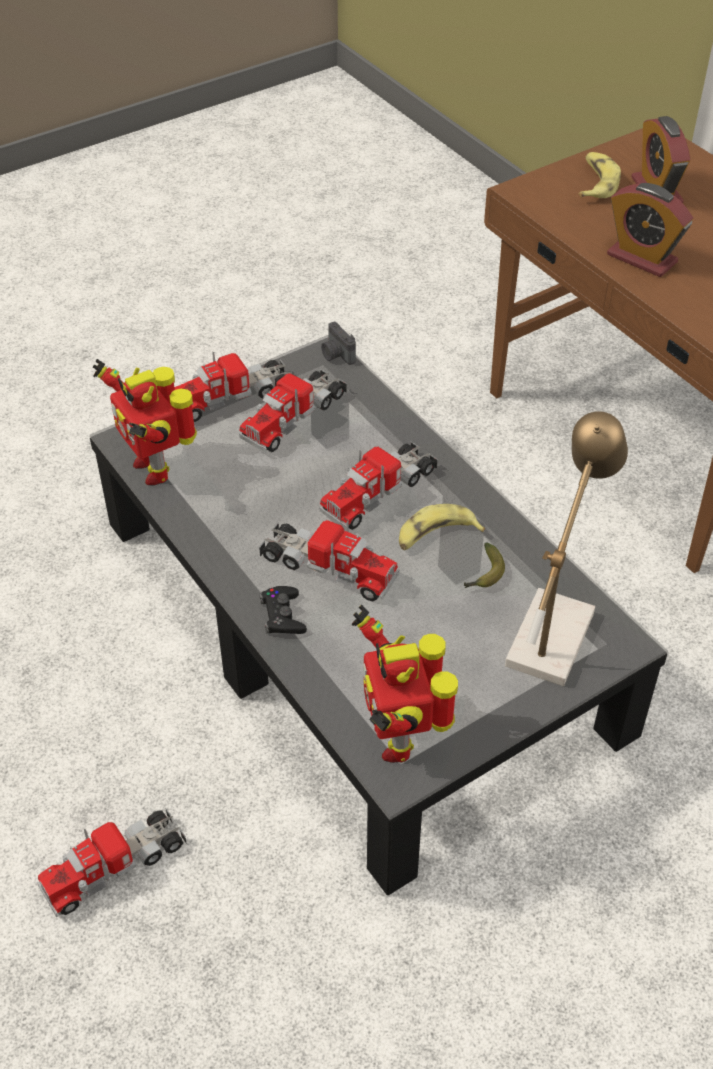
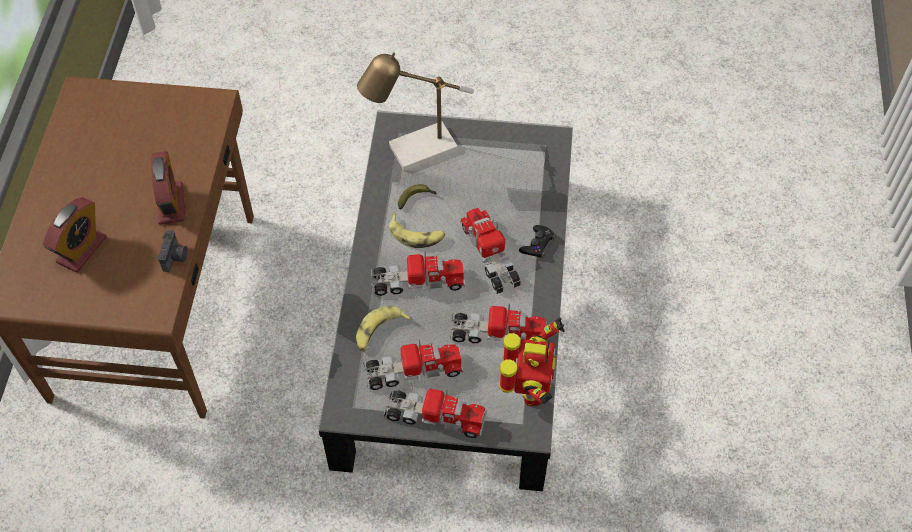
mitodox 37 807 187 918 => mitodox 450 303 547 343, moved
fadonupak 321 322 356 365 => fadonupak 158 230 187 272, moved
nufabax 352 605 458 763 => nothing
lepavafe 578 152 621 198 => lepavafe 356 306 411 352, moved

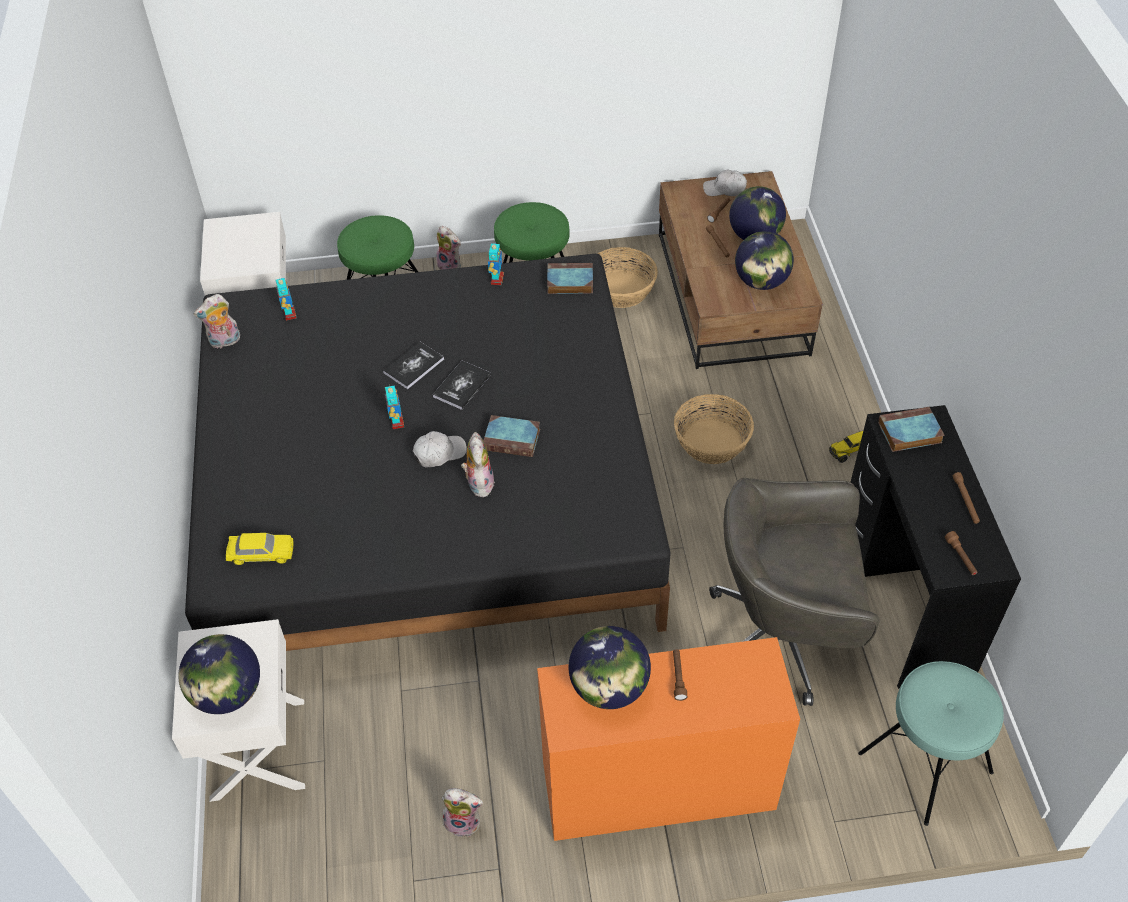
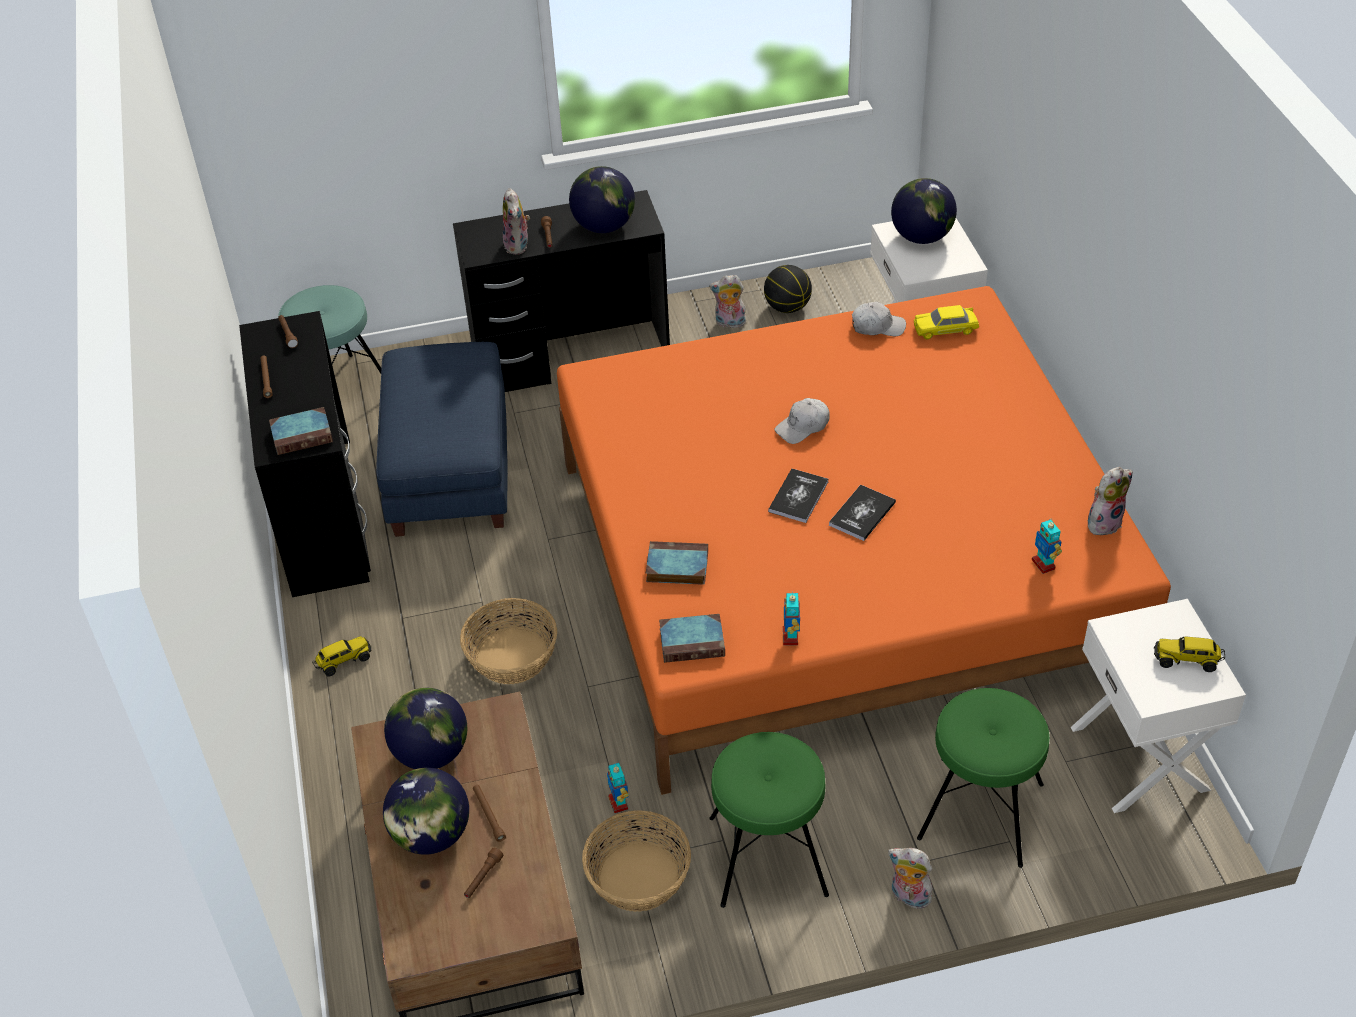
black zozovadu 185 254 671 651 => orange zozovadu 557 286 1171 795
nufabax 385 385 404 429 => nufabax 607 763 629 813, moved
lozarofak 461 432 495 497 => lozarofak 503 188 530 255, moved
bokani 483 415 540 457 => bokani 646 541 708 585, moved
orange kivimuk 537 637 800 841 => black kivimuk 453 190 670 392
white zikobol 703 169 747 196 => white zikobol 852 302 906 336, moved
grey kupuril 709 478 880 706 => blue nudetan 376 342 508 537
nothing => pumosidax 764 265 812 313
nothing => mitodox 1154 637 1225 672

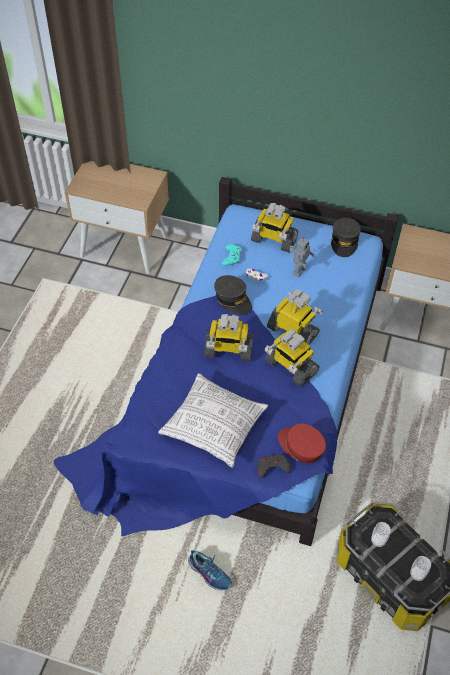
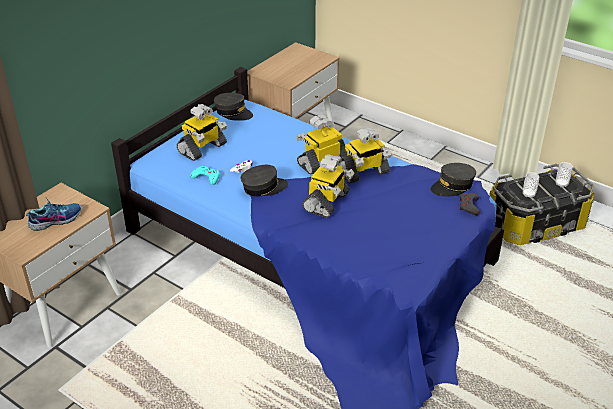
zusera 158 373 268 468 => nothing
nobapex 188 550 232 590 => nobapex 26 198 81 231, moved
red zikobol 278 423 326 463 => grey zikobol 431 163 476 196
nufabax 290 237 316 277 => nothing

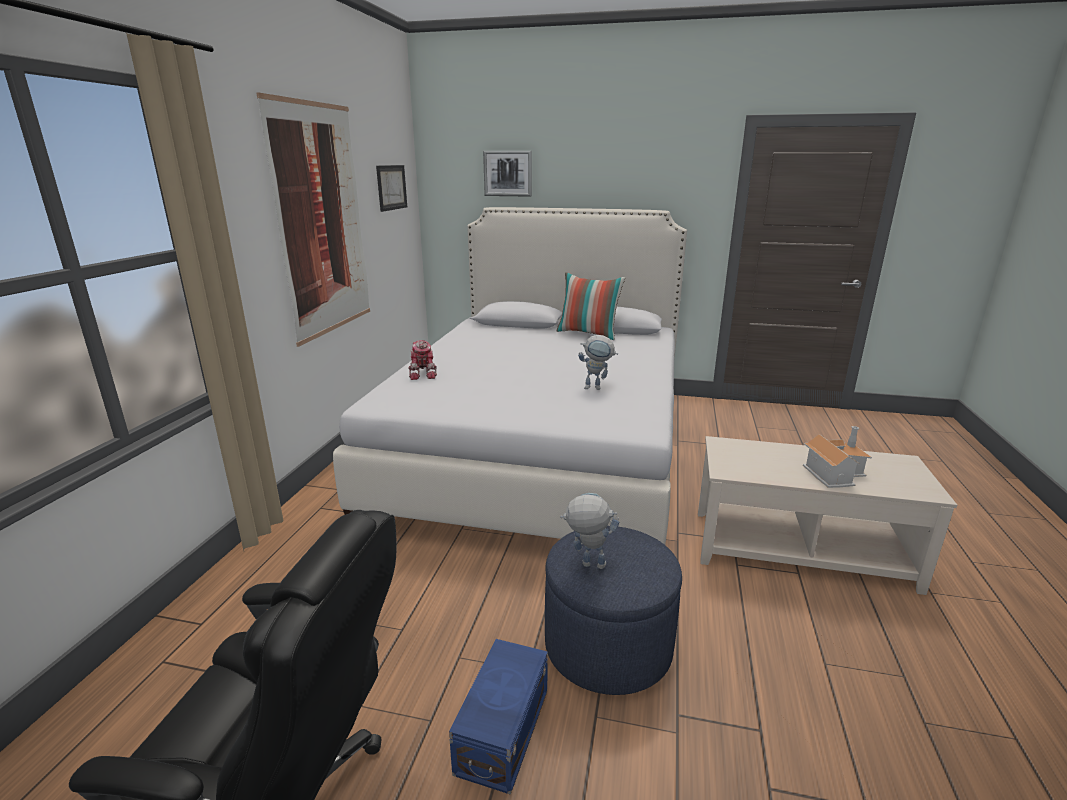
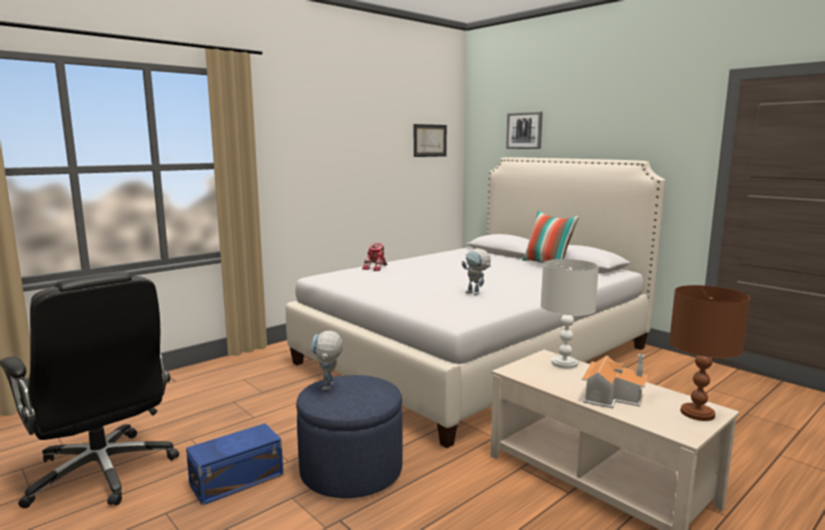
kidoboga 256 92 370 347 => nothing
nufabax 560 493 619 569 => nufabax 311 331 343 391, 135 degrees counterclockwise
nothing => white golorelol 541 259 599 369
nothing => brown golorelol 669 285 750 421

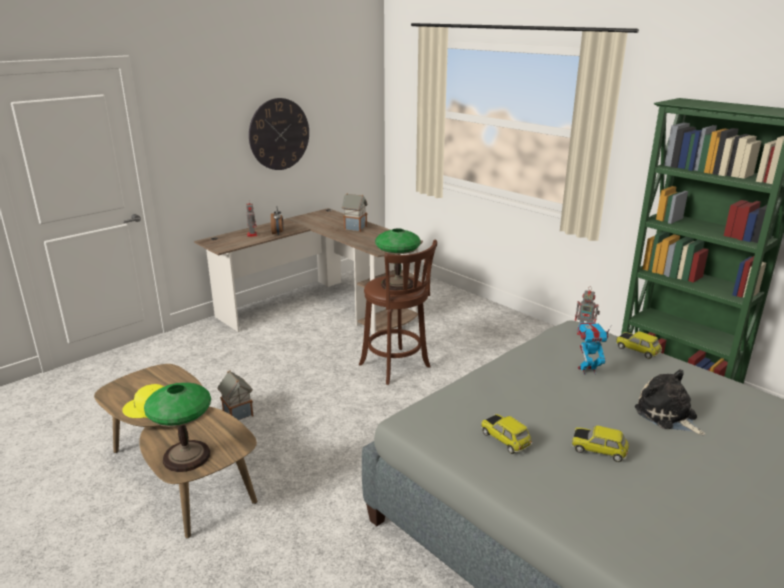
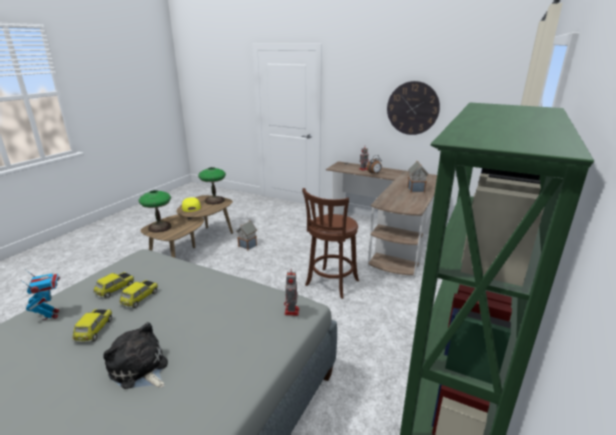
golorelol 375 228 421 290 => golorelol 198 167 226 205, moved
nufabax 577 322 612 375 => nufabax 21 269 60 320, moved
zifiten 616 331 662 359 => zifiten 119 280 158 308, moved
lozarofak 635 369 705 435 => lozarofak 103 322 168 389, 90 degrees counterclockwise

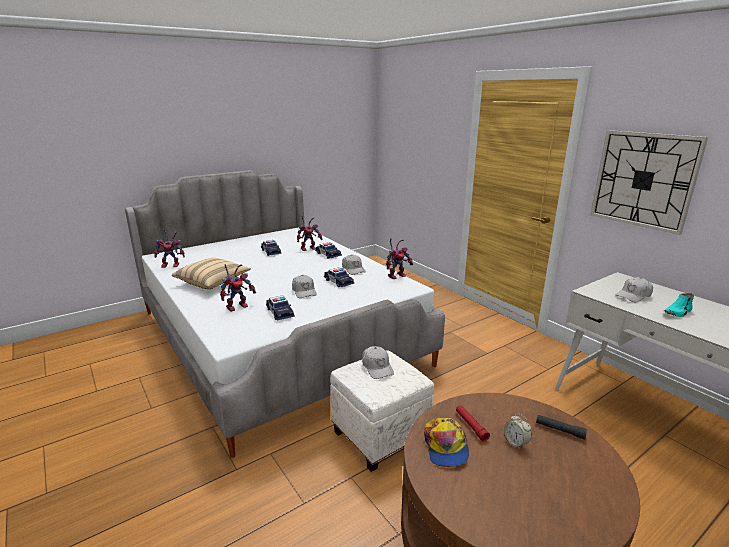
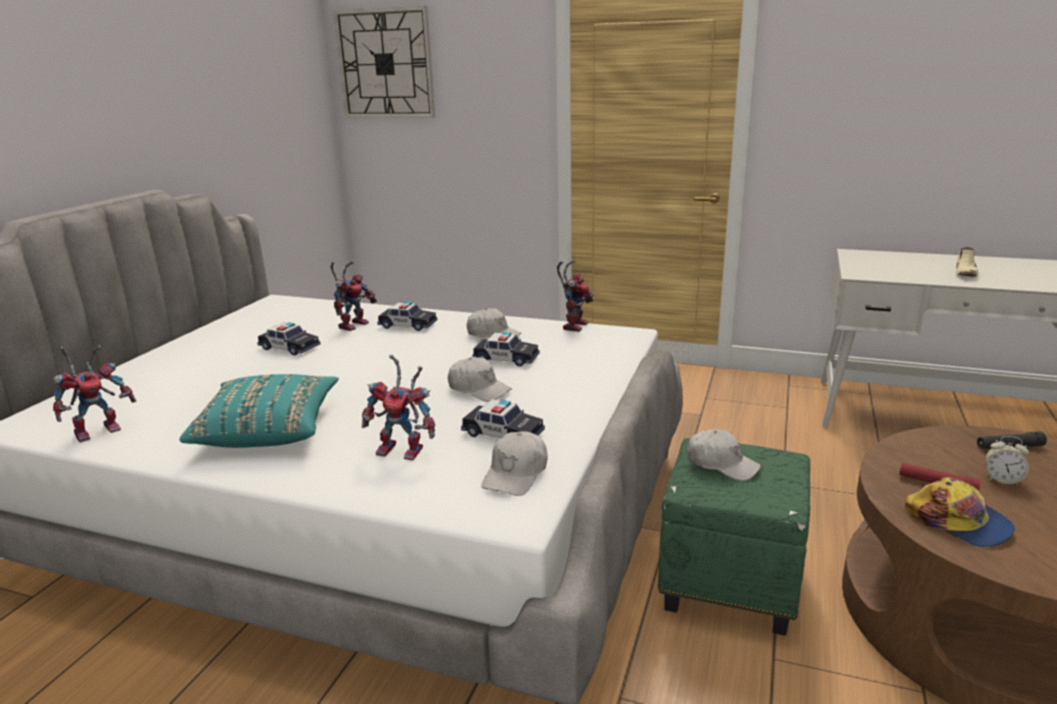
beige zusera 172 258 251 289 => turquoise zusera 179 374 339 448
nufabax 220 264 256 312 => nufabax 362 355 435 461, 90 degrees clockwise
white nudetan 330 350 434 472 => green nudetan 658 438 810 636
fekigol 590 130 708 235 => fekigol 333 6 435 118, moved
white zikobol 616 277 653 302 => white zikobol 481 431 548 496, moved
turquoise nobapex 664 293 694 317 => beige nobapex 956 247 978 277

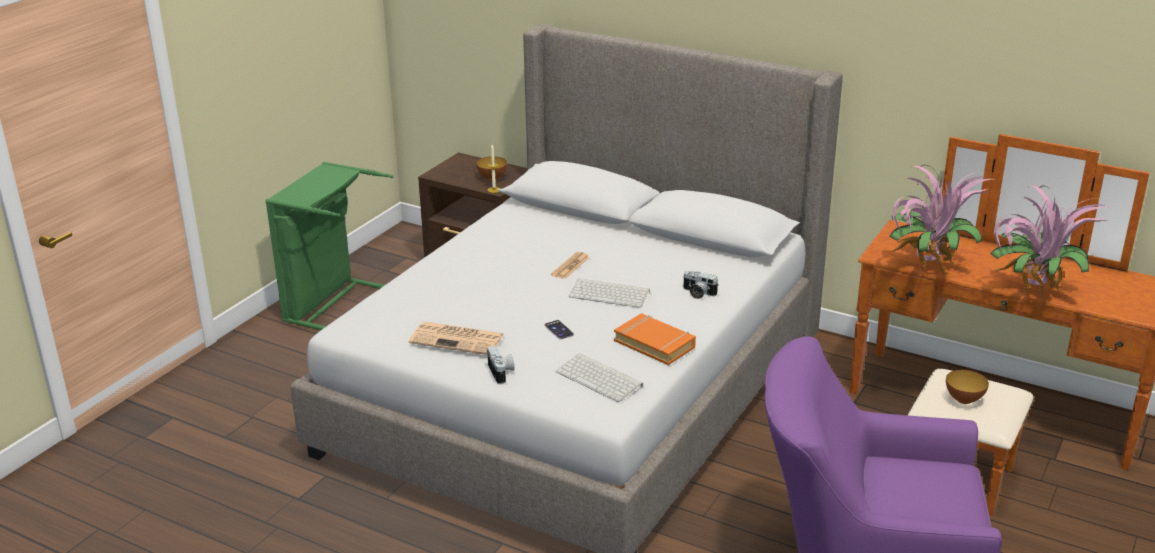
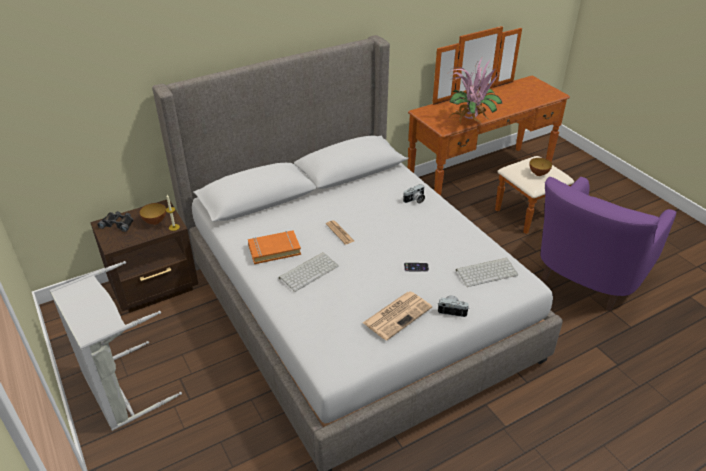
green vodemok 265 162 394 330 => grey vodemok 50 261 182 431
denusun 569 278 650 308 => denusun 279 252 339 292, moved
orange bokani 614 313 696 365 => orange bokani 248 230 301 264, moved
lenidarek 990 185 1111 302 => nothing
nothing => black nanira 97 211 134 232

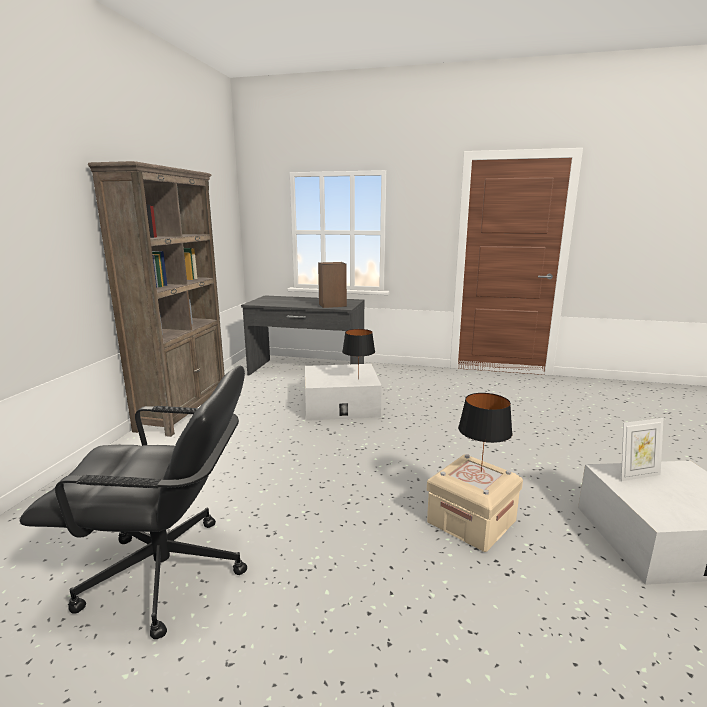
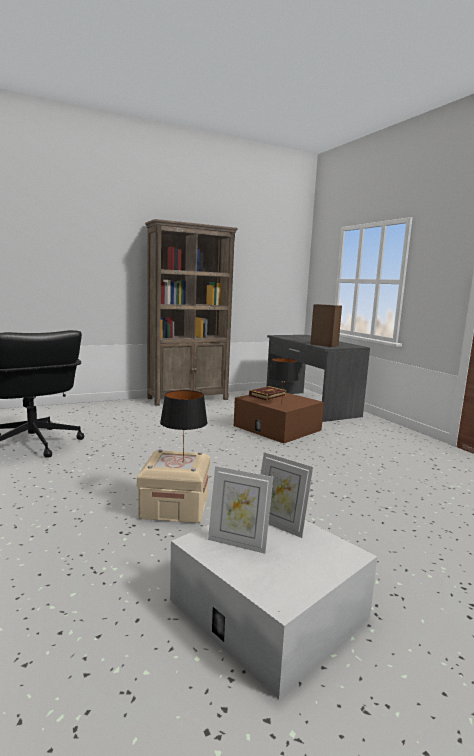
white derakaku 305 364 382 421 => brown derakaku 234 392 324 444
nothing => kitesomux 208 466 273 554
nothing => bokani 249 386 287 400

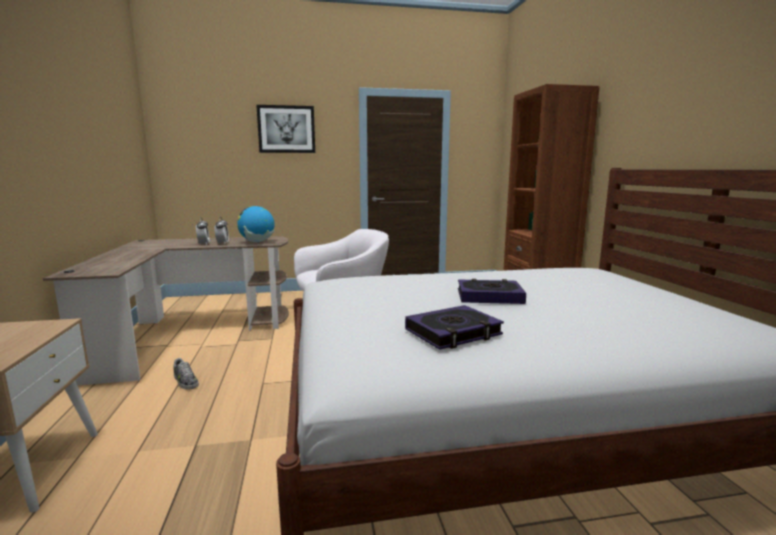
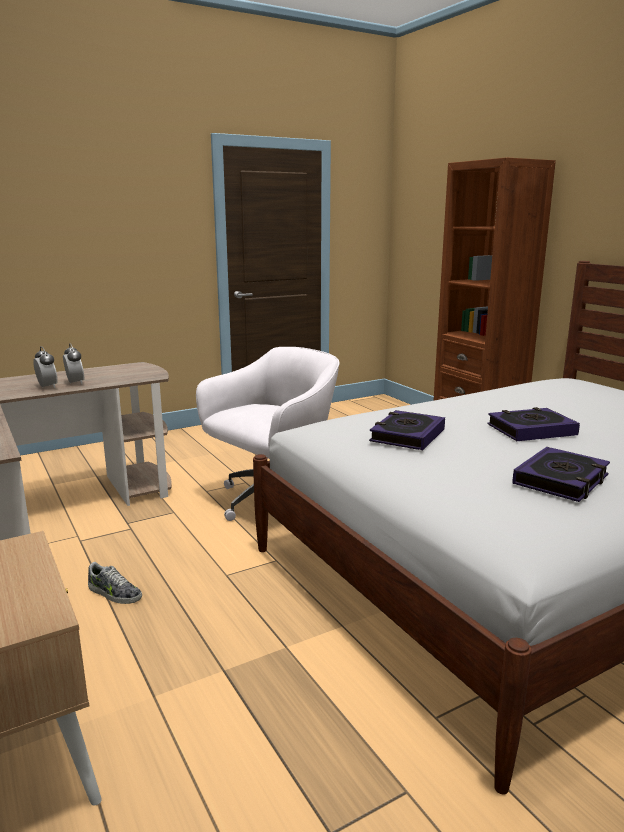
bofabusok 237 206 274 242 => nothing
kidoboga 256 105 315 153 => nothing
nothing => bokani 369 410 445 450

